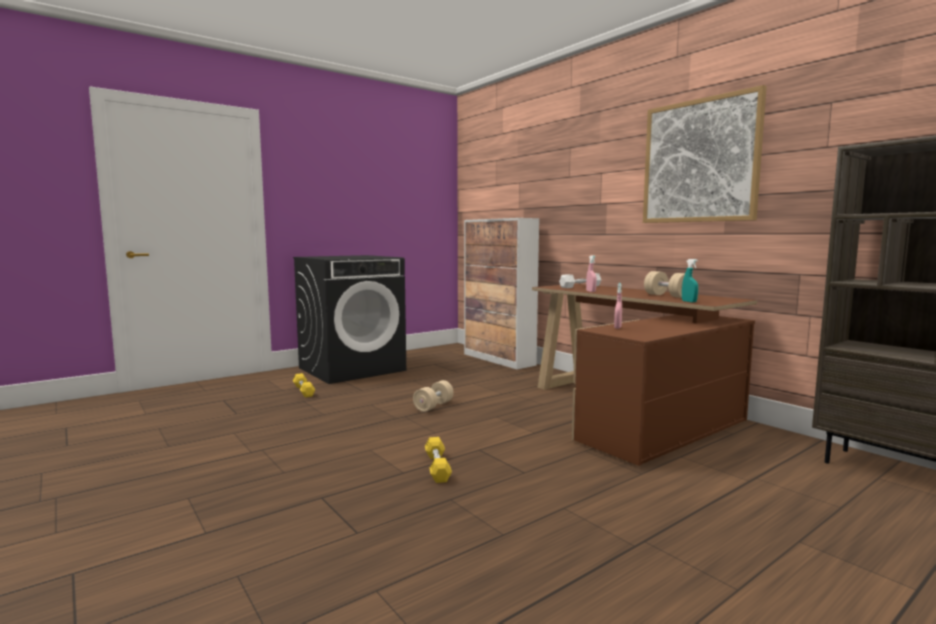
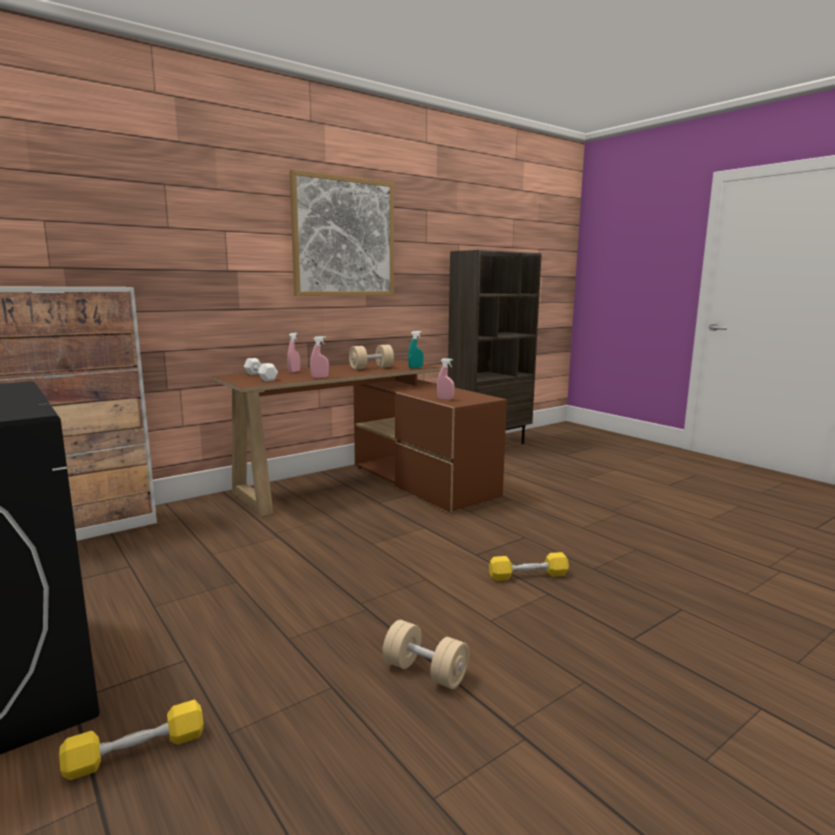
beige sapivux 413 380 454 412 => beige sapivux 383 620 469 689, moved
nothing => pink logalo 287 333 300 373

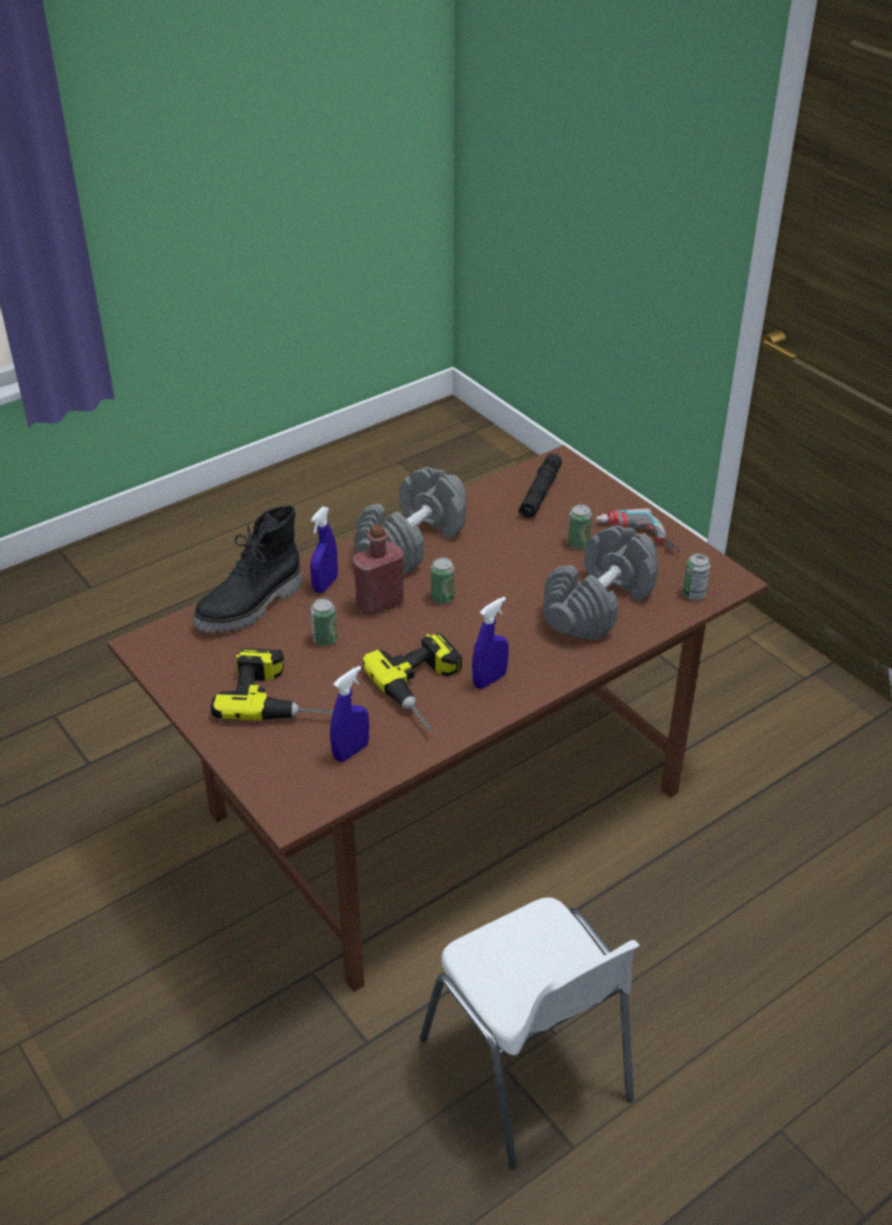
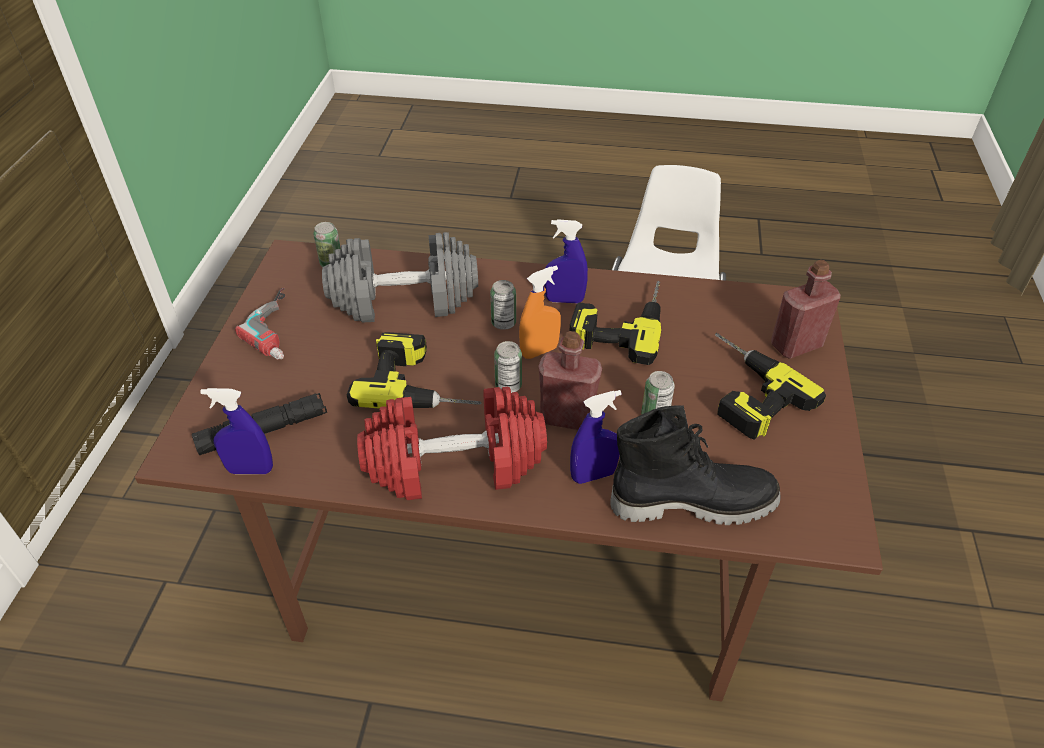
blue logalo 330 666 369 762 => blue logalo 200 388 273 474, moved
grey sapivux 354 467 467 575 => red sapivux 357 387 547 500
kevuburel 568 504 592 549 => kevuburel 490 280 516 330, moved
nothing => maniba 347 332 481 409
nothing => orange logalo 519 265 561 359
nothing => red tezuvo 771 260 841 359

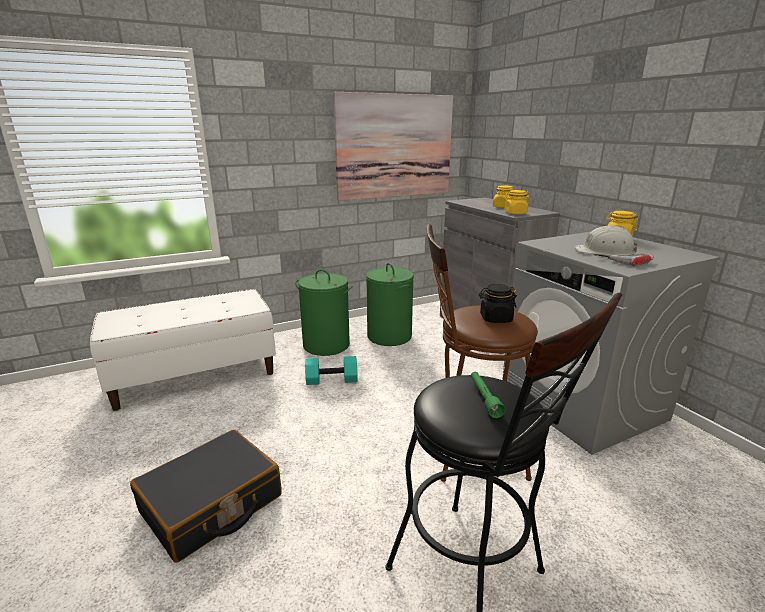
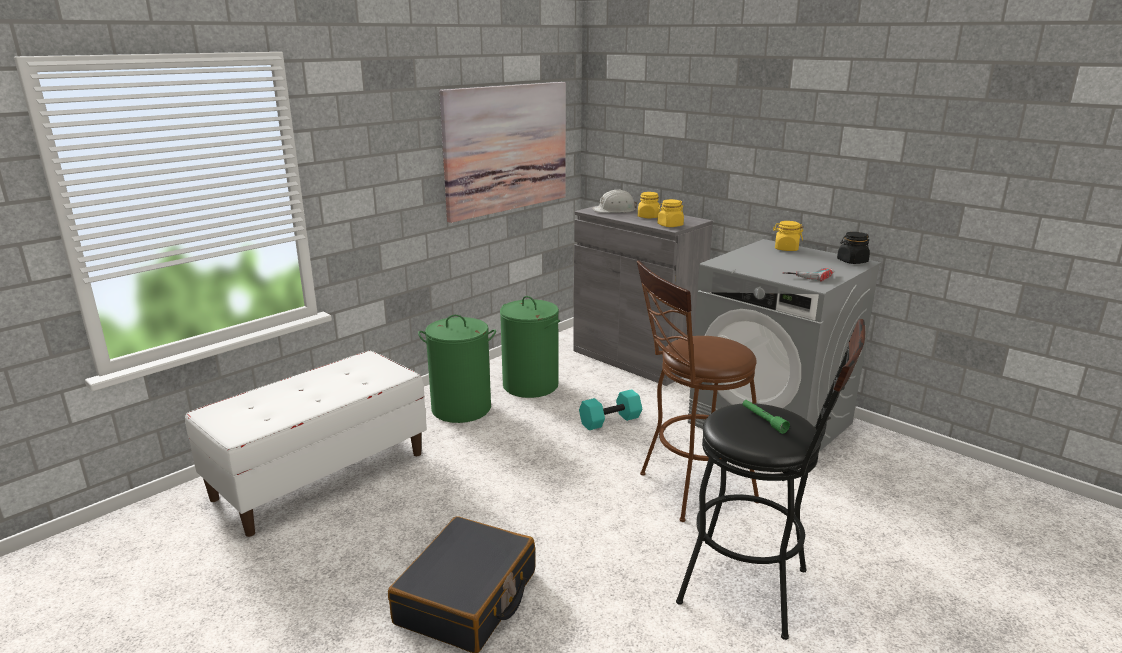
turquoise sapivux 305 356 358 385 => turquoise sapivux 579 389 642 430, moved
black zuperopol 479 284 517 323 => black zuperopol 837 232 870 264, moved
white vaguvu 574 226 638 256 => white vaguvu 592 189 637 213, moved

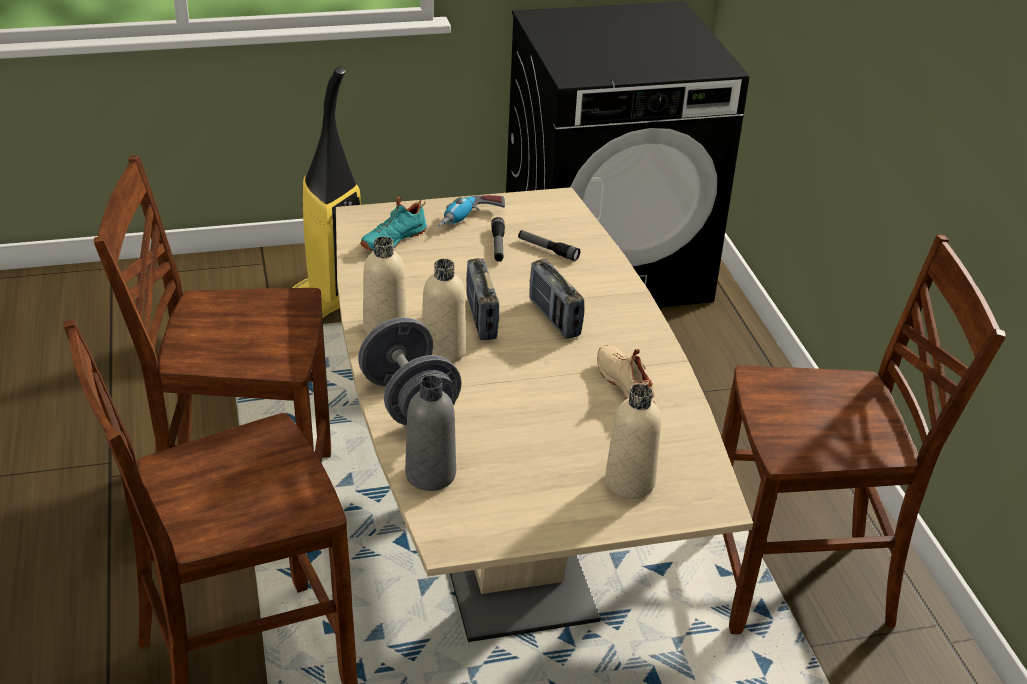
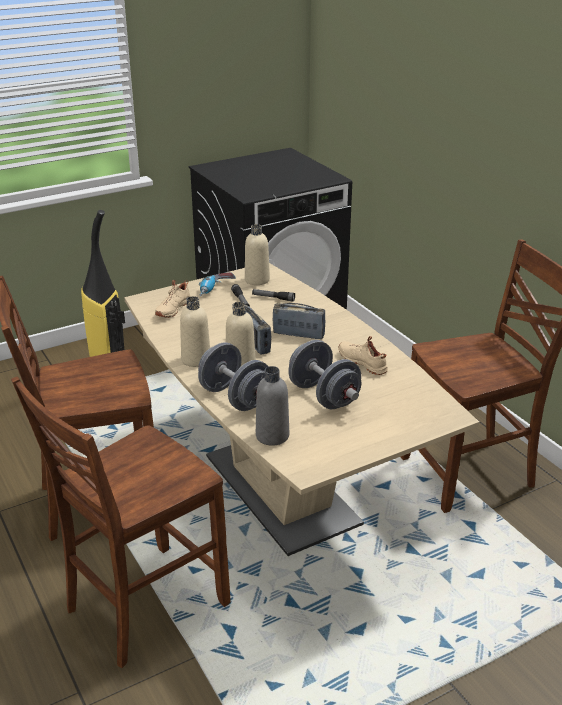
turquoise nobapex 360 197 427 251 => beige nobapex 155 280 190 318
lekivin 529 259 584 339 => lekivin 273 303 325 339, 150 degrees clockwise
beige tezuvo 605 384 661 499 => beige tezuvo 245 224 270 285, moved
nothing => grey sapivux 288 340 361 409

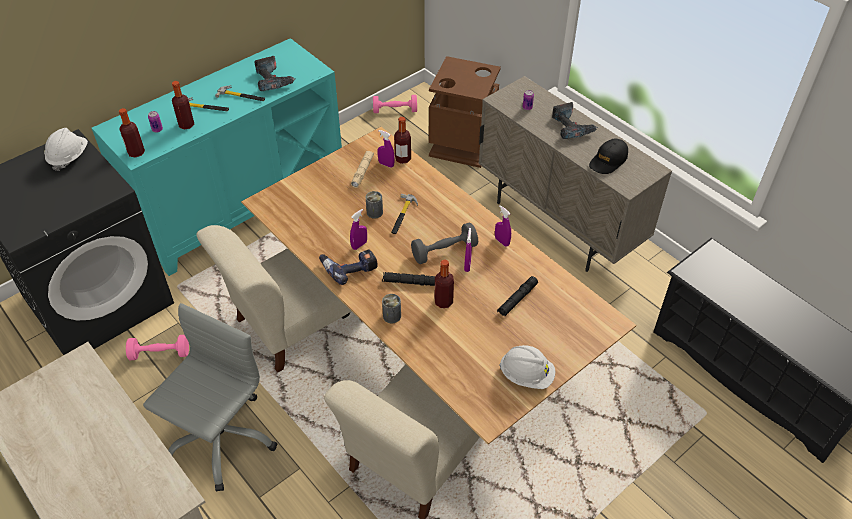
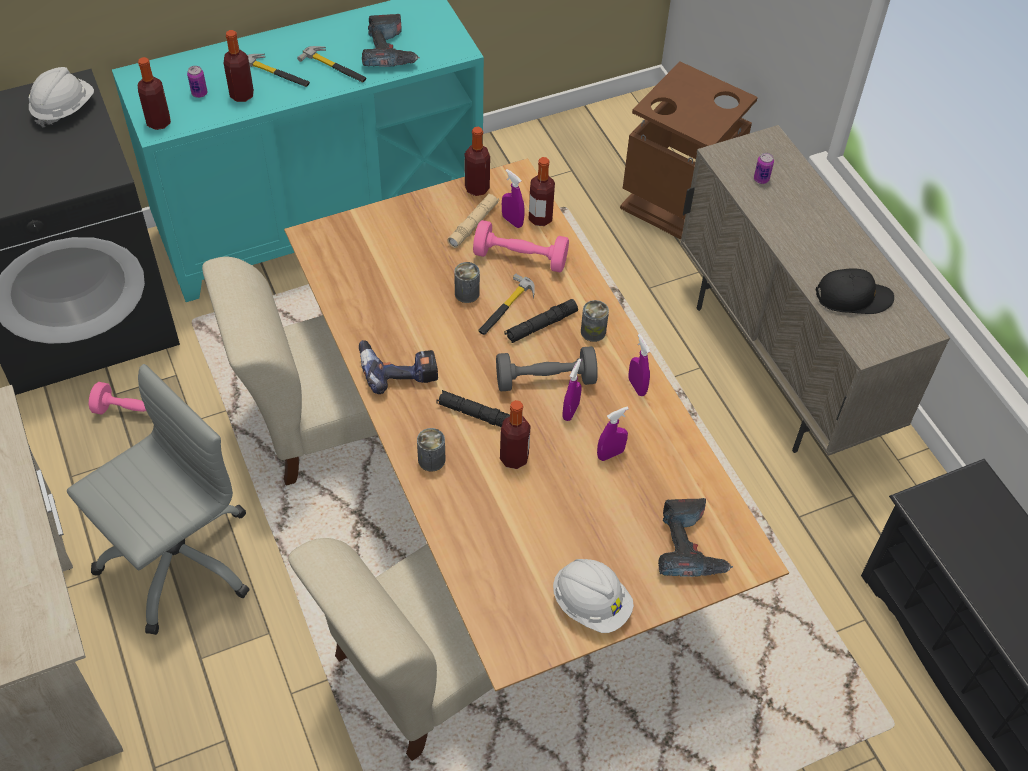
purple logalo 350 209 367 250 => purple logalo 597 406 629 461, moved
pink sapivux 373 95 417 113 => pink sapivux 473 220 569 273, moved
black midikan 497 276 538 317 => black midikan 504 299 578 343, moved
maniba 552 102 598 139 => maniba 658 498 733 577, moved
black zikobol 589 138 628 174 => black zikobol 816 269 894 314, 150 degrees counterclockwise
nothing => tezuvo 465 127 490 196
nothing => kevuburel 581 300 609 342

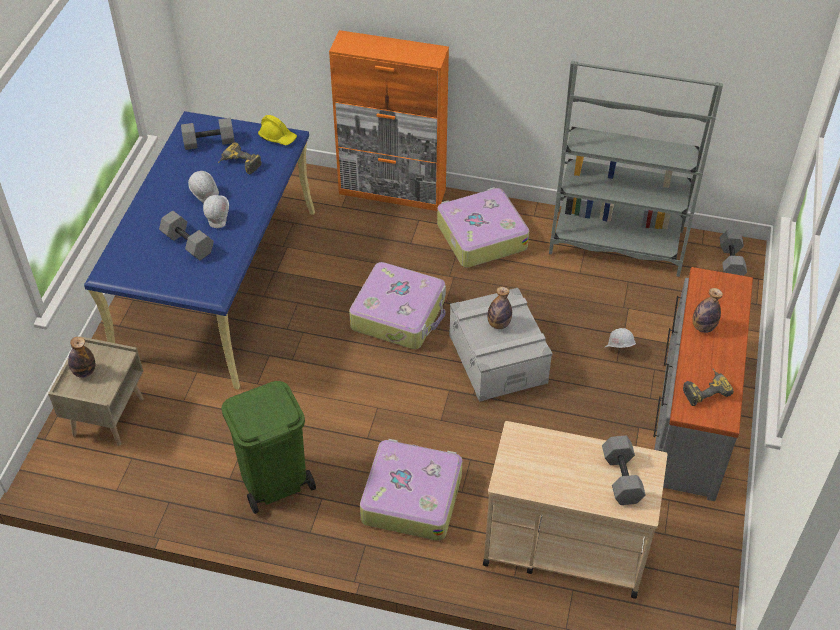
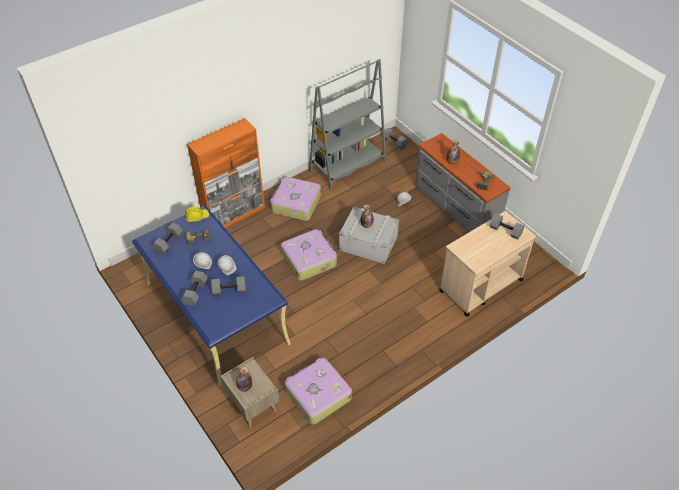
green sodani 221 381 316 514 => nothing
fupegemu 360 439 462 541 => fupegemu 285 358 352 424, moved
nothing => grey sapivux 181 271 208 307

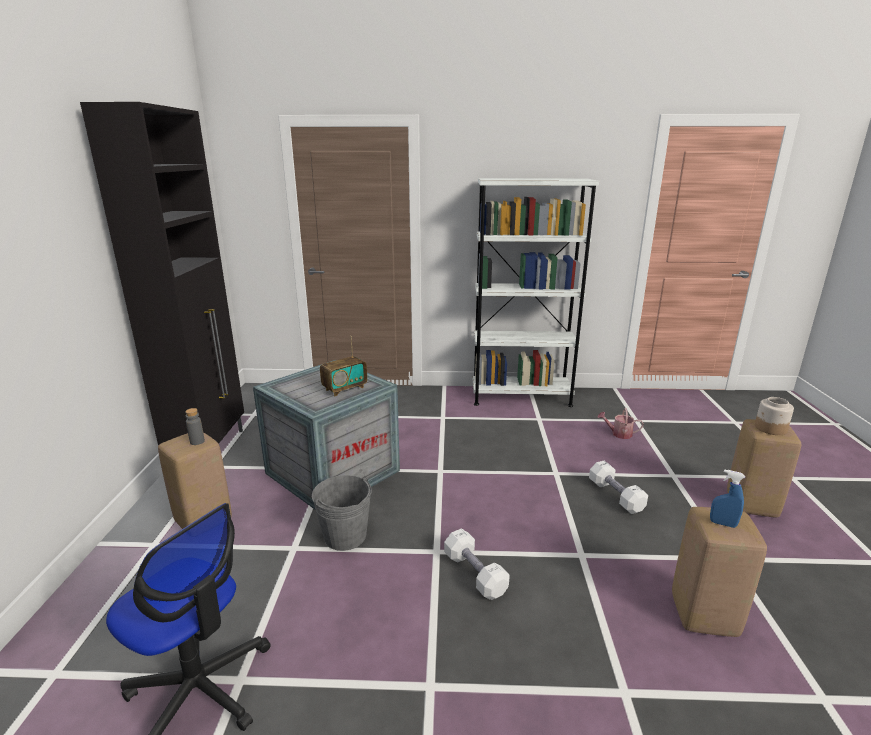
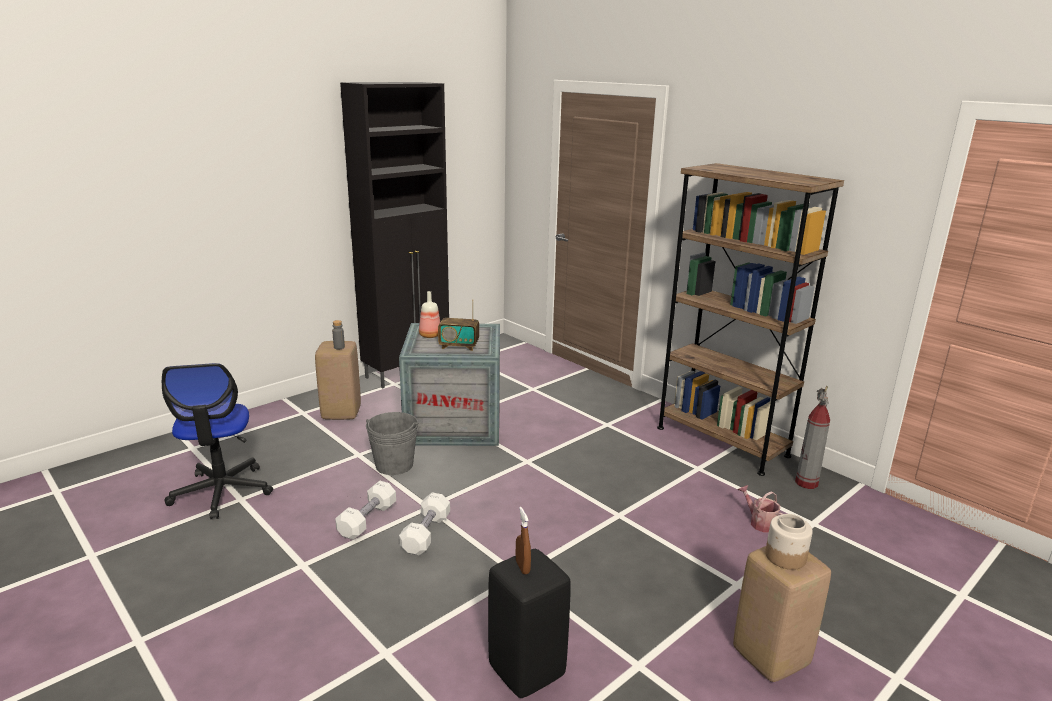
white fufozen 473 178 599 407 => brown fufozen 657 163 844 476
white sapivux 589 461 648 514 => white sapivux 335 481 396 540, moved
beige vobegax 672 507 767 637 => black vobegax 488 549 571 698
blue logalo 710 469 745 528 => brown logalo 516 507 531 574
nothing => tezuvo 419 291 440 338
nothing => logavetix 795 386 830 489

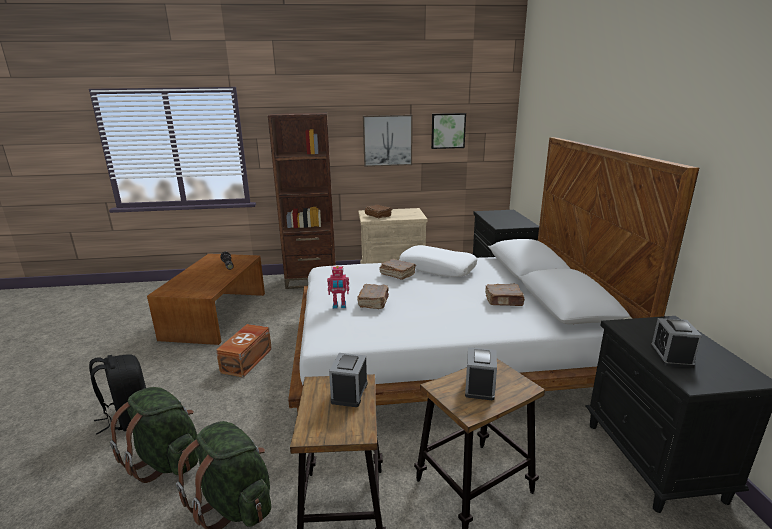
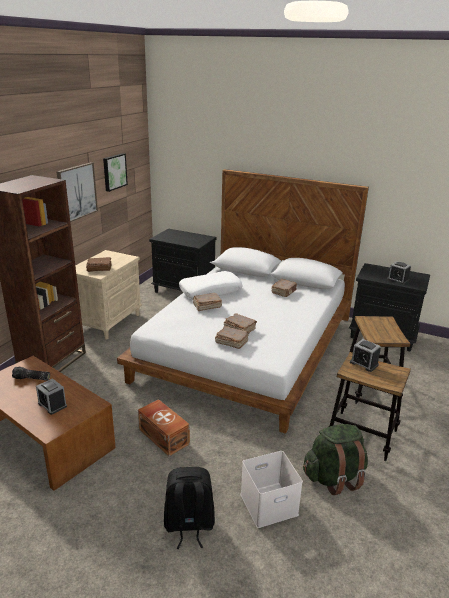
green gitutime 110 387 199 483 => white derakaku 240 451 303 528
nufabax 327 266 349 309 => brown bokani 215 326 249 349
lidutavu 465 347 497 400 => lidutavu 36 378 67 415, moved

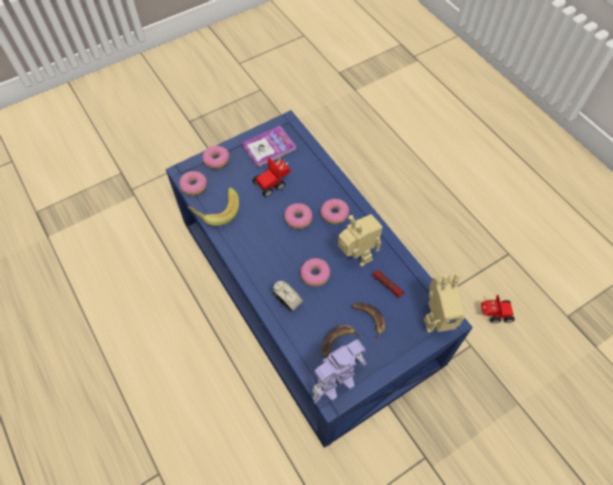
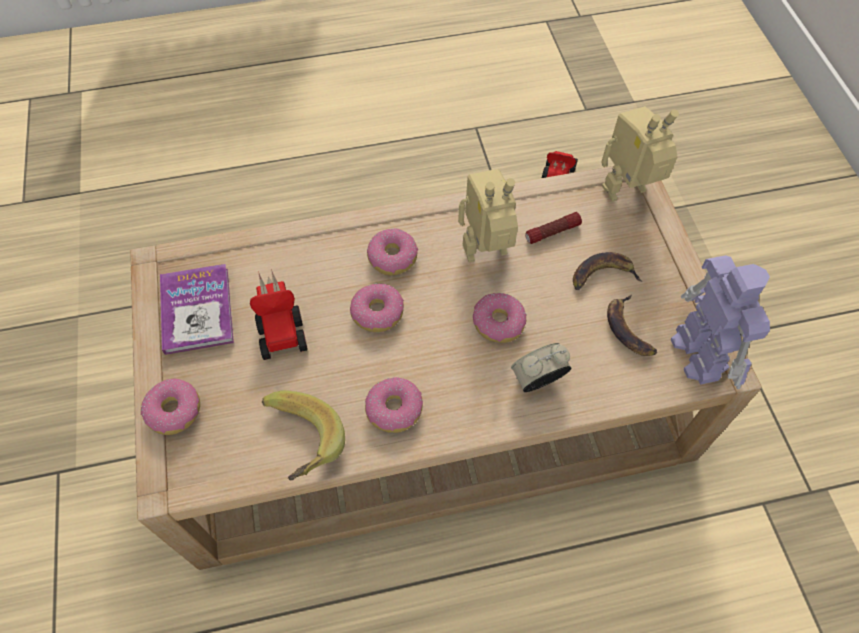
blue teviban 166 110 472 448 => beige teviban 130 166 762 570
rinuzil 179 171 207 196 => rinuzil 365 377 423 433, moved
nufabax 424 273 465 333 => nufabax 601 106 679 202, 120 degrees counterclockwise

